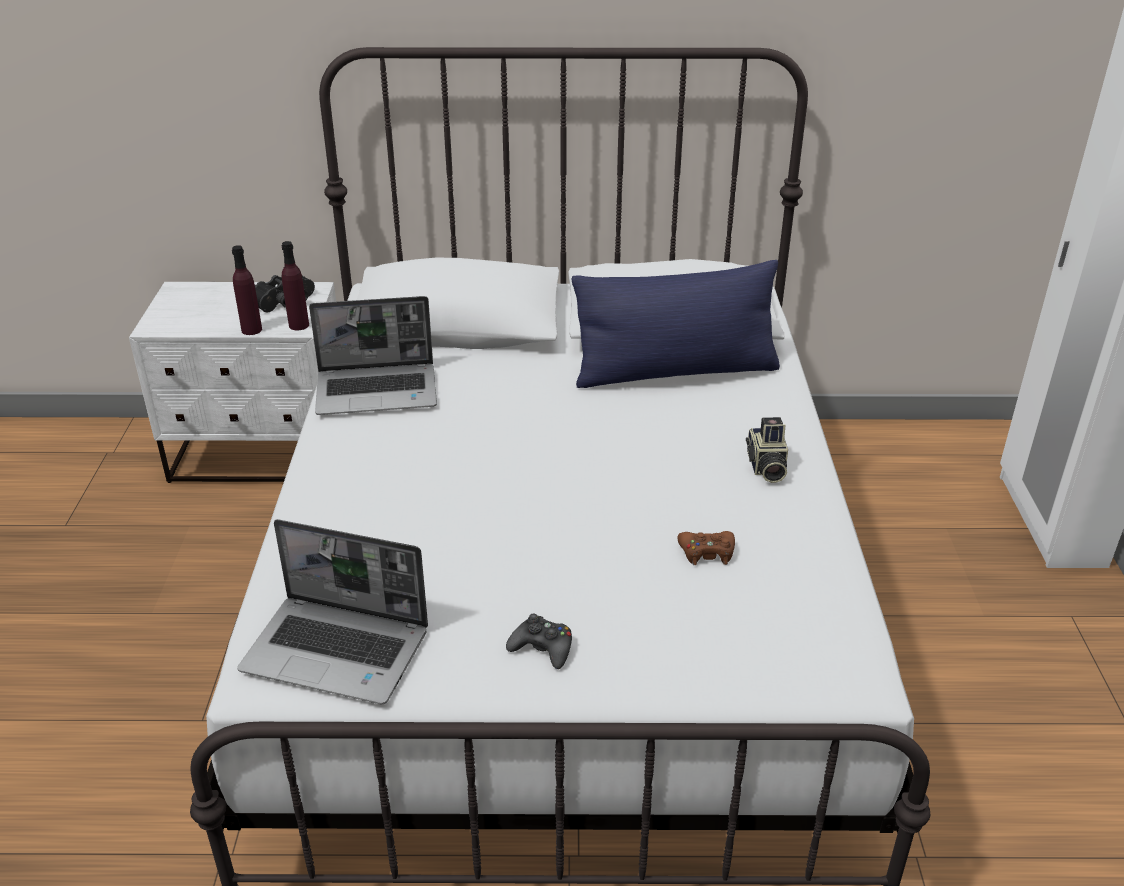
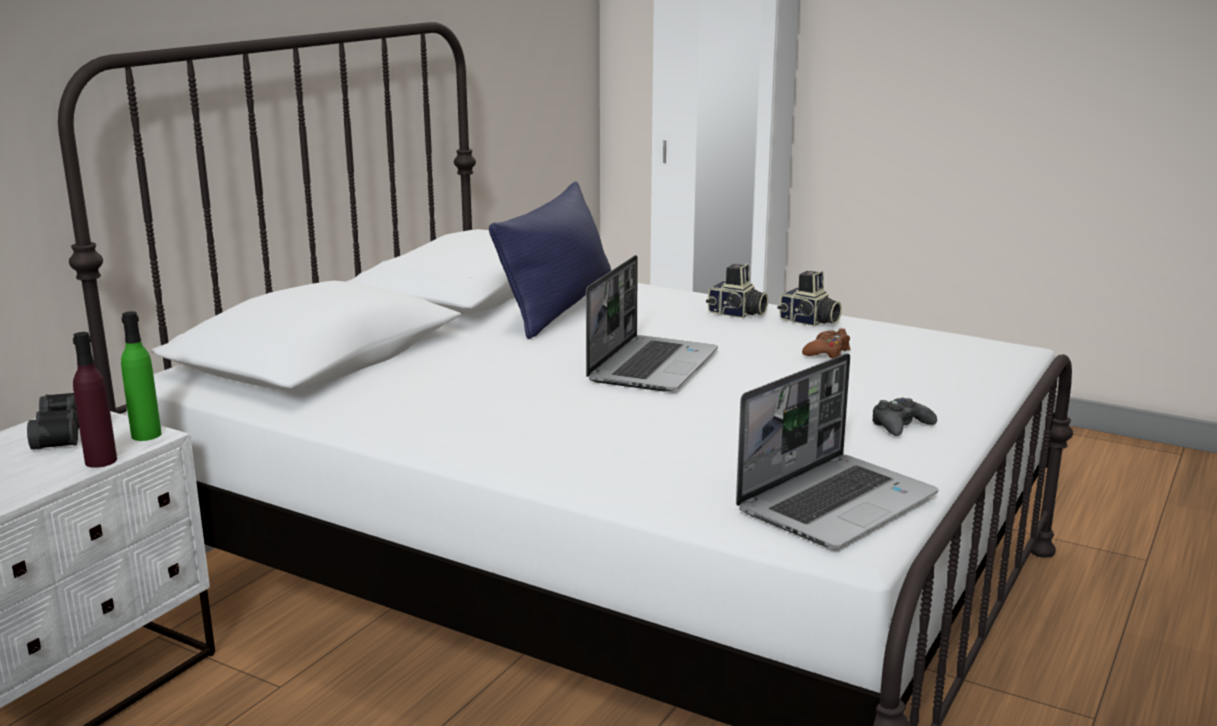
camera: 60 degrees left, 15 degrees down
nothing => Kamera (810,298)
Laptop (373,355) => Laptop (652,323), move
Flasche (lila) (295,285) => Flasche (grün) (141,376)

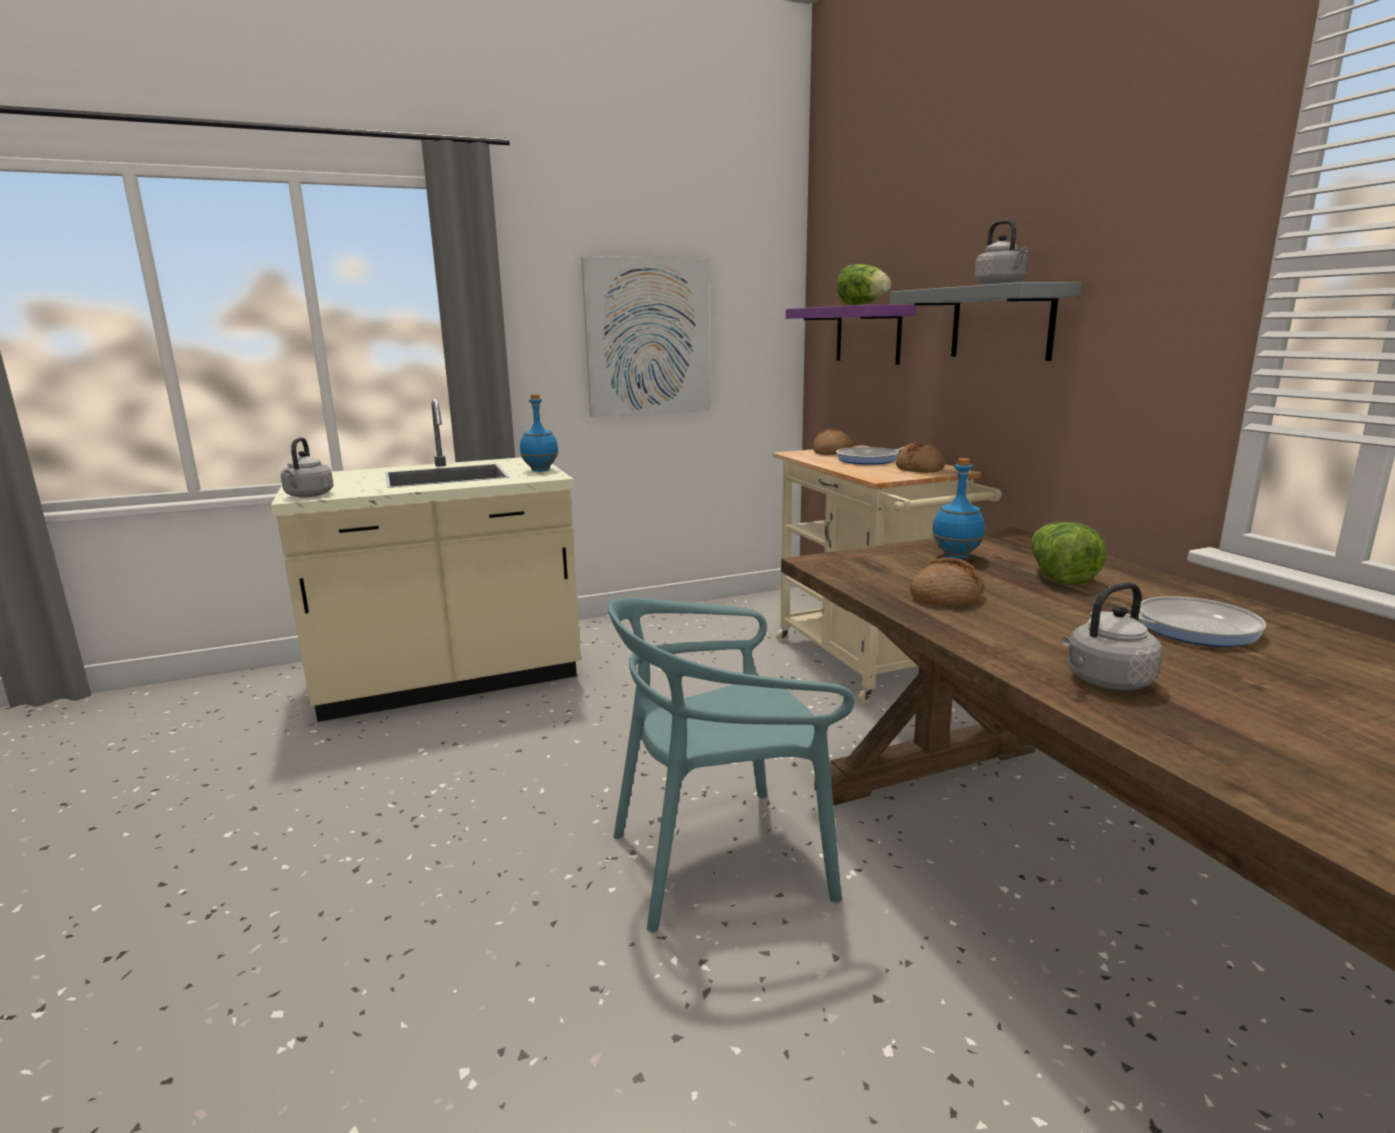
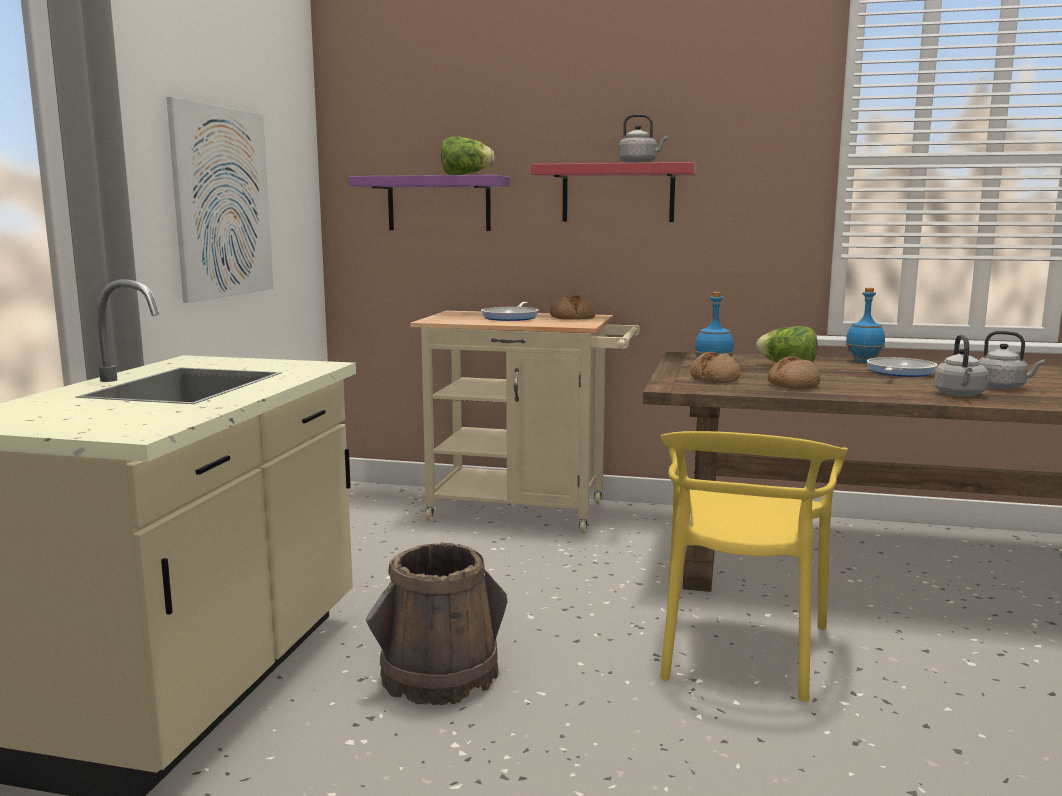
camera: 55 degrees left, 5 degrees down
nothing => Eimer (braun) (437,623)
Wasserkessel (grau) (307,467) => Wasserkessel (grau) (1012,360), move
Flasche (blau) (539,433) => Flasche (blau) (865,325), move
Brot (833,442) => Brot (715,367), move
Stuhl (türkis) (731,765) => Stuhl (gelb) (754,566)
Wandregal (grau) (986,321) => Wandregal (rot) (614,192)

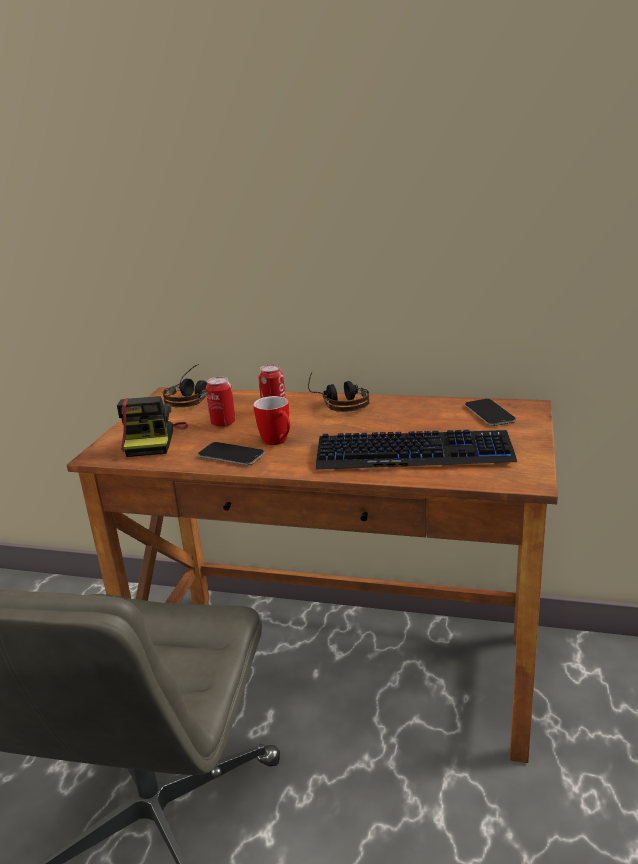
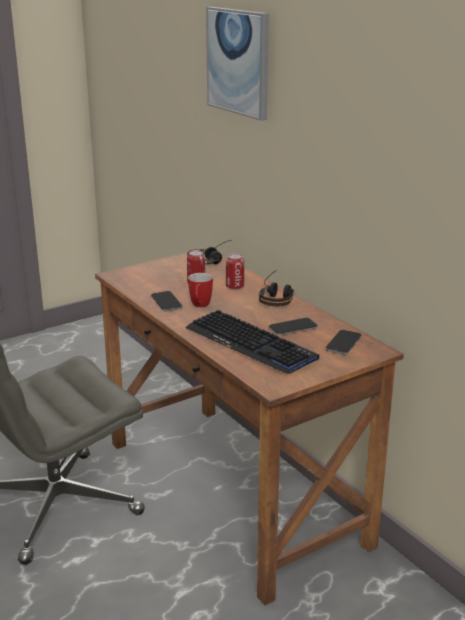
camera: 40 degrees right, 0 degrees up
Kamera (152,426) => nothing
nothing => Bild (237,64)
nothing => Handy (293,326)

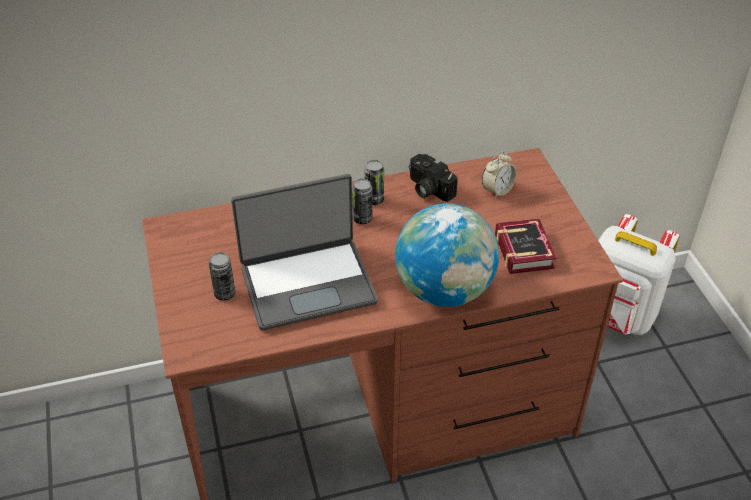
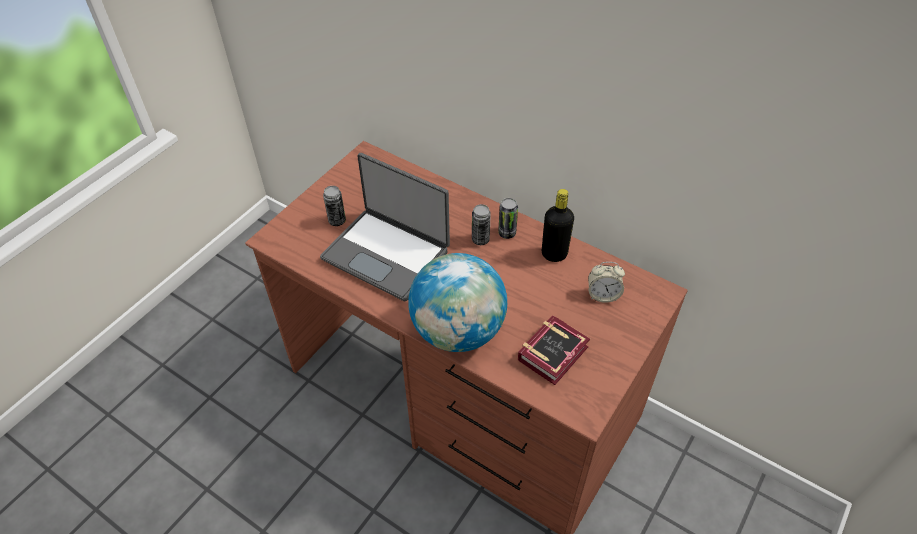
camera: 50 degrees right, 5 degrees up
Rucksack (weiß) (639,274) => nothing
Kamera (433,178) => Flasche (schwarz) (558,225)

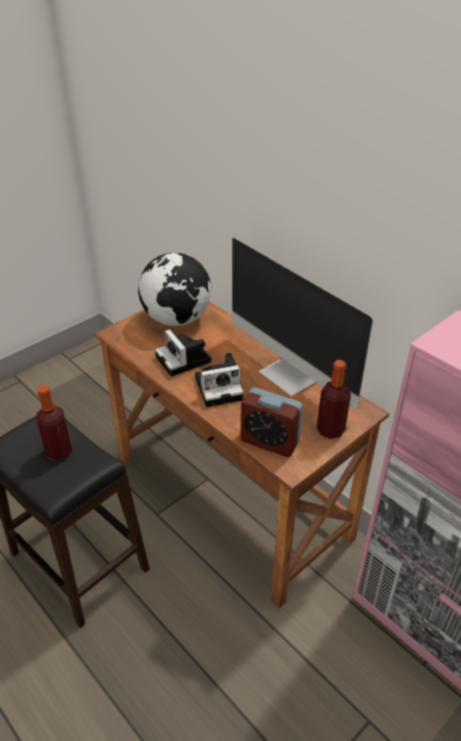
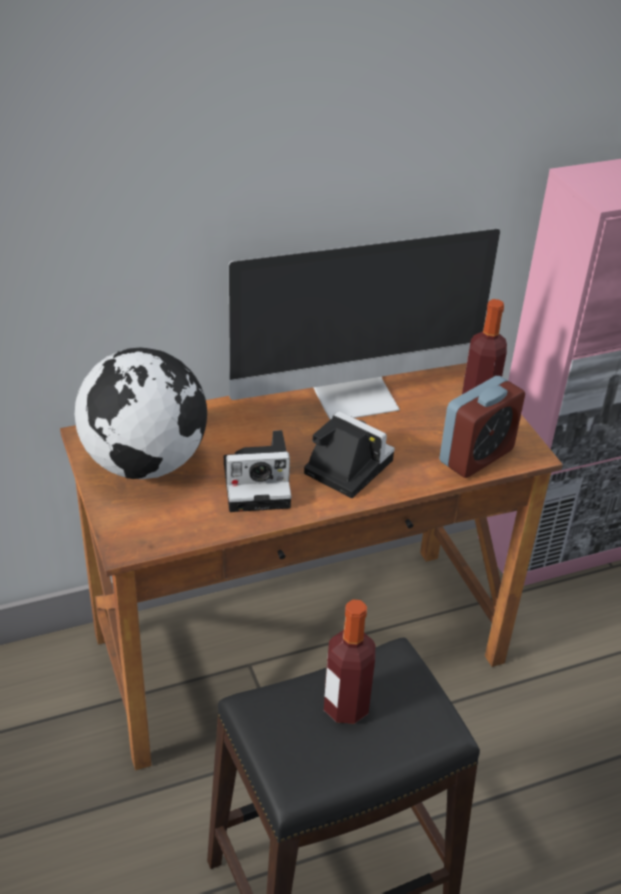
camera: 70 degrees left, 0 degrees up
Kamera (219,380) => Kamera (349,454), 60 degrees counterclockwise

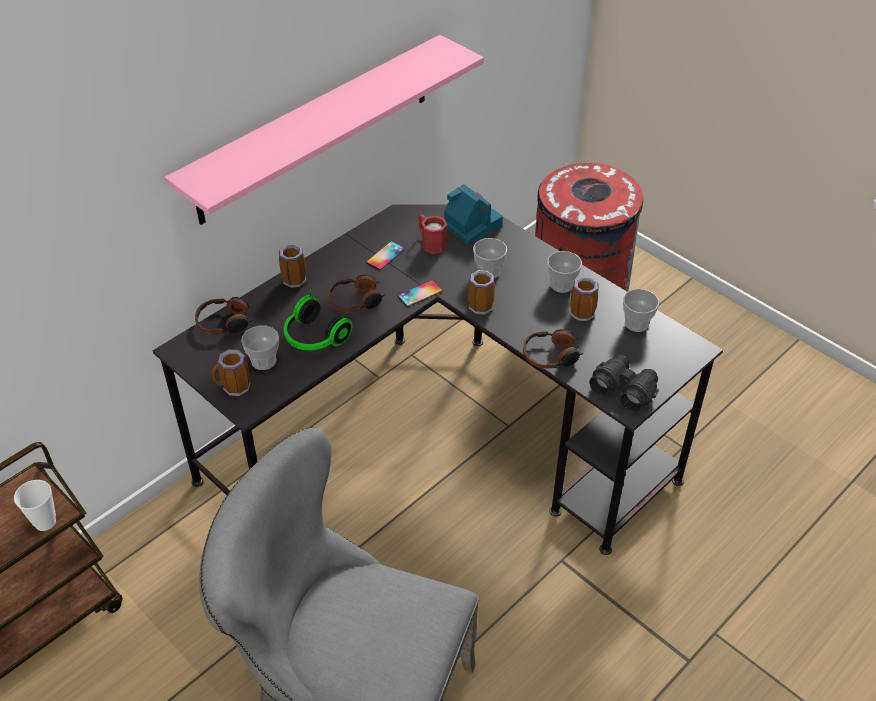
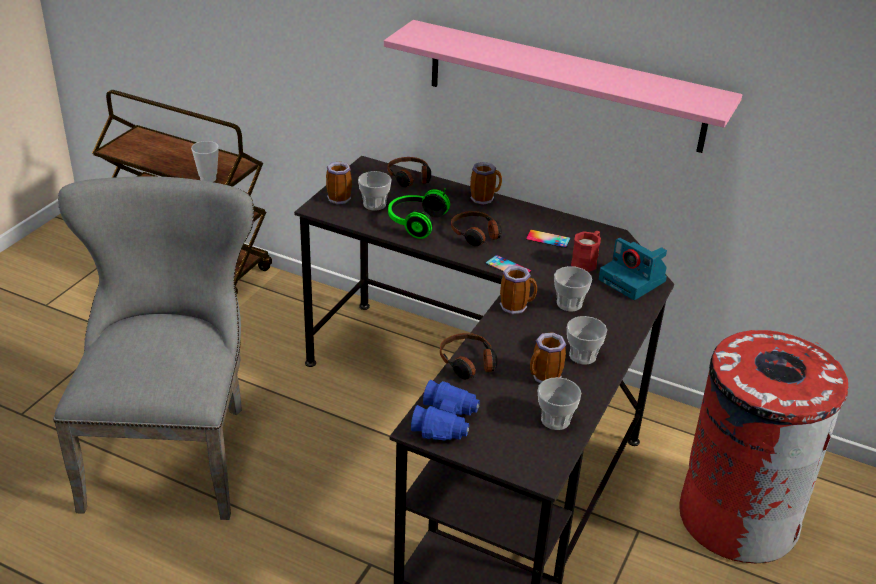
camera: 70 degrees right, 10 degrees down
Fernglas (schwarz) (624,383) => Fernglas (blau) (445,410)
Kamera (473,214) => Kamera (633,269), 105 degrees clockwise

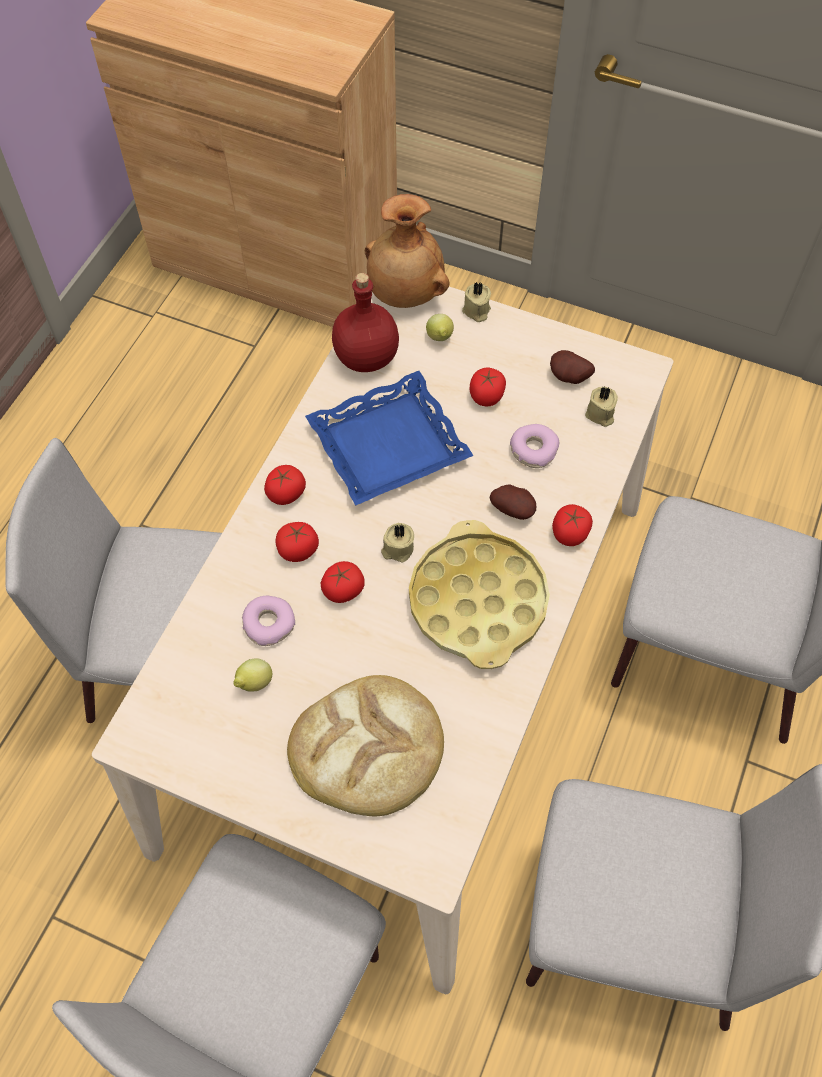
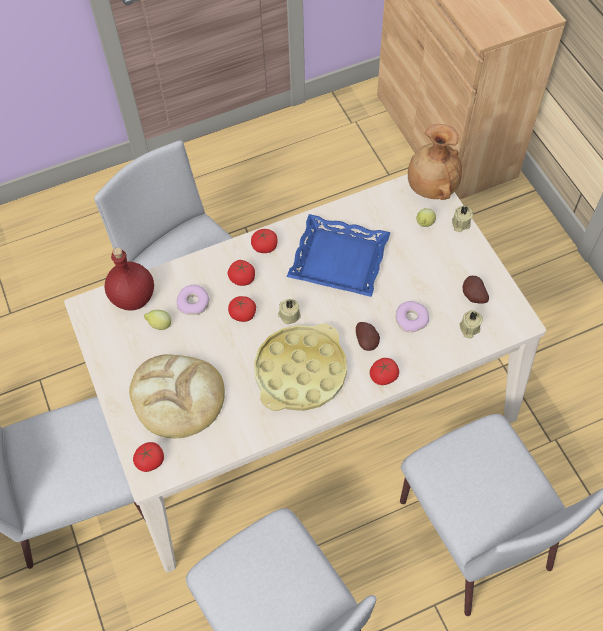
camera: 45 degrees right, 0 degrees up
Flasche (rot) (365,322) => Flasche (rot) (129,279), move
Tomate (488,387) => Tomate (148,457), move

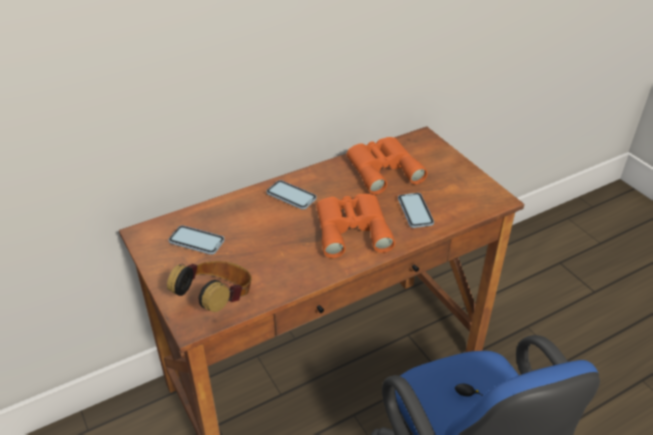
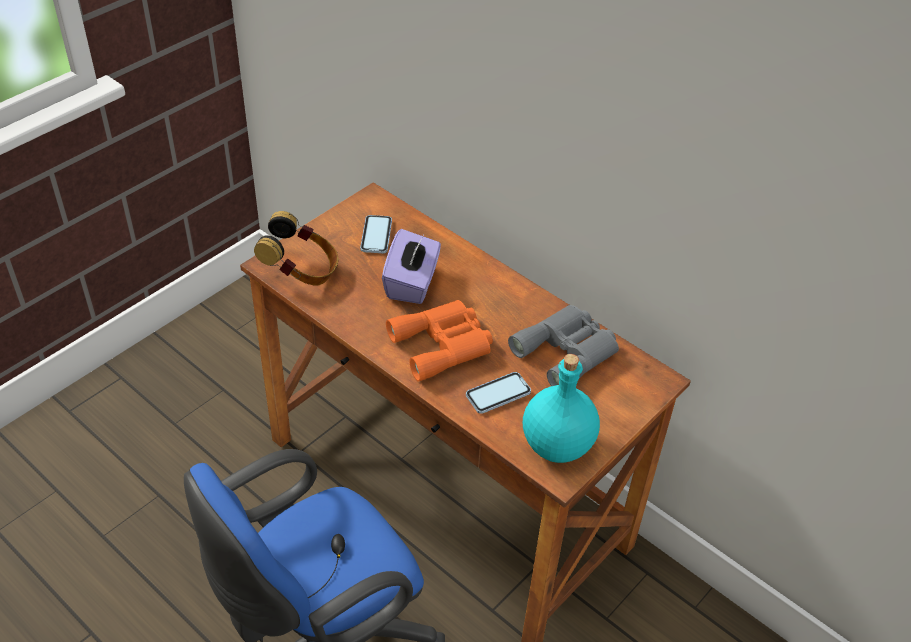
camera: 70 degrees right, 5 degrees up
Handy (291,195) => nothing
nothing => Taschentuchbox (lila) (411,266)
nothing => Flasche (türkis) (561,408)
Fernglas (orange) (387,166) => Fernglas (grau) (563,345)

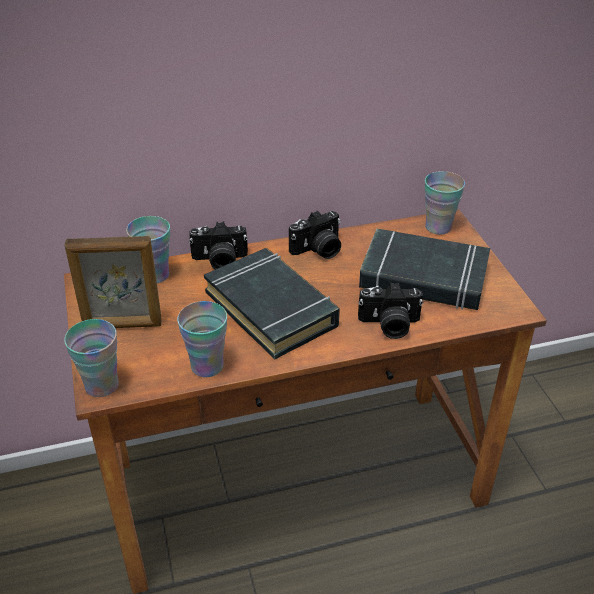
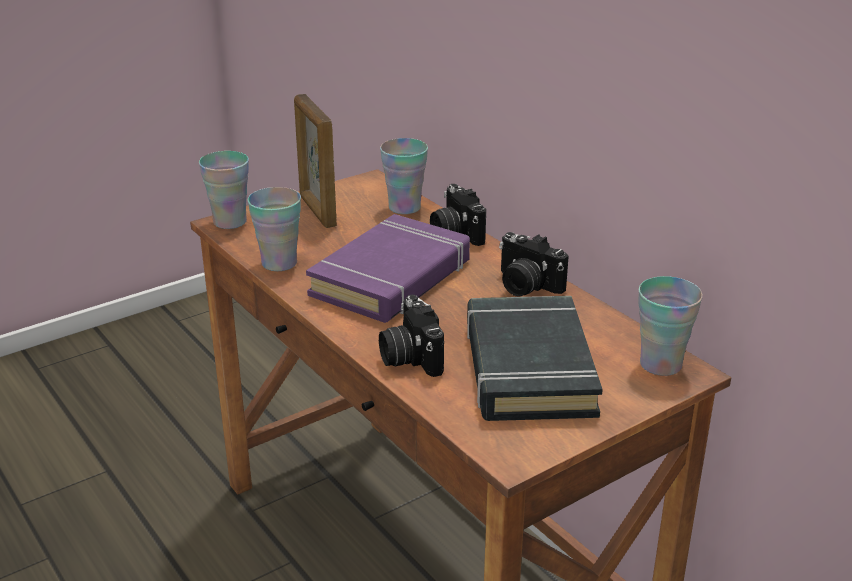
camera: 70 degrees right, 10 degrees down
Buch (schwarz) (272,303) => Buch (lila) (388,268)

